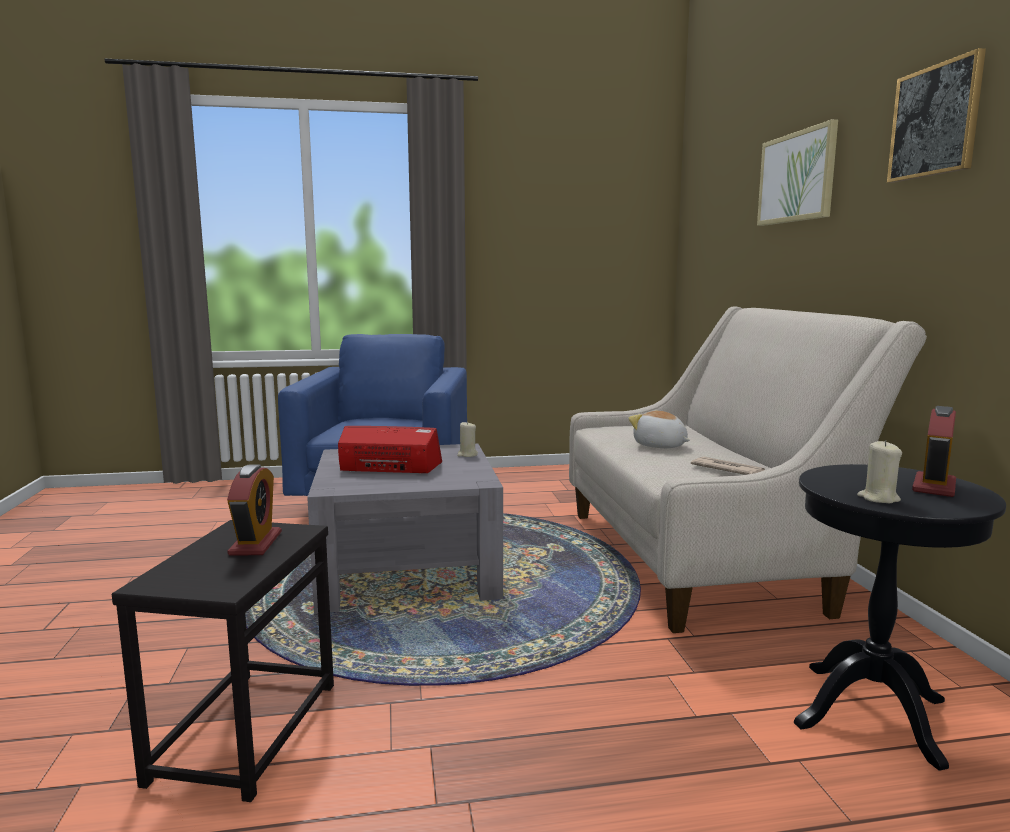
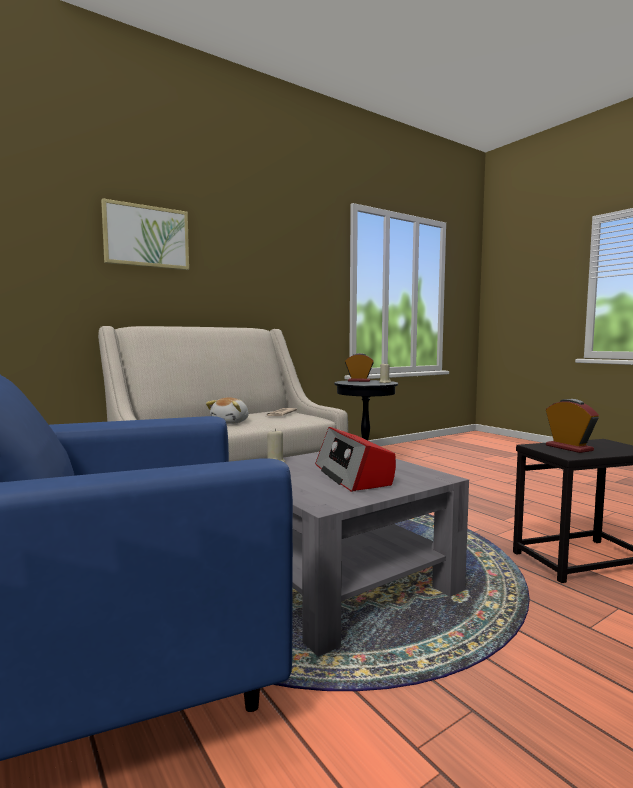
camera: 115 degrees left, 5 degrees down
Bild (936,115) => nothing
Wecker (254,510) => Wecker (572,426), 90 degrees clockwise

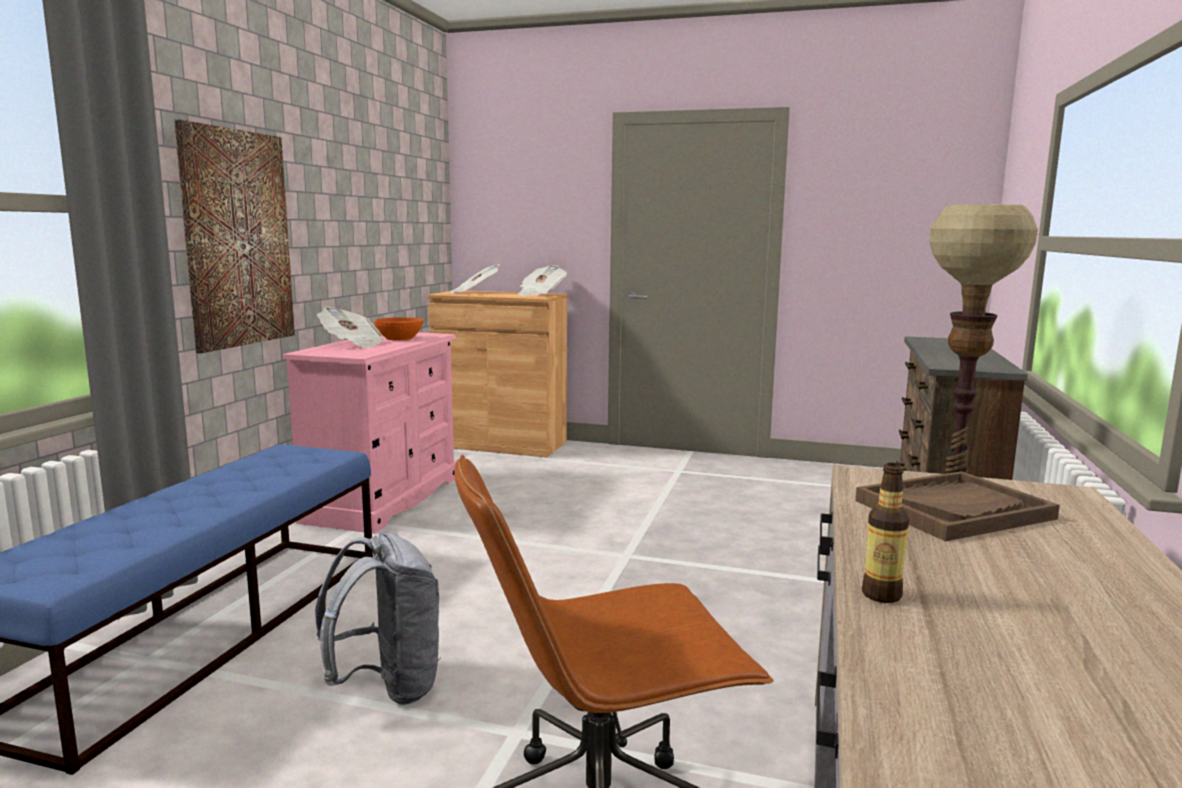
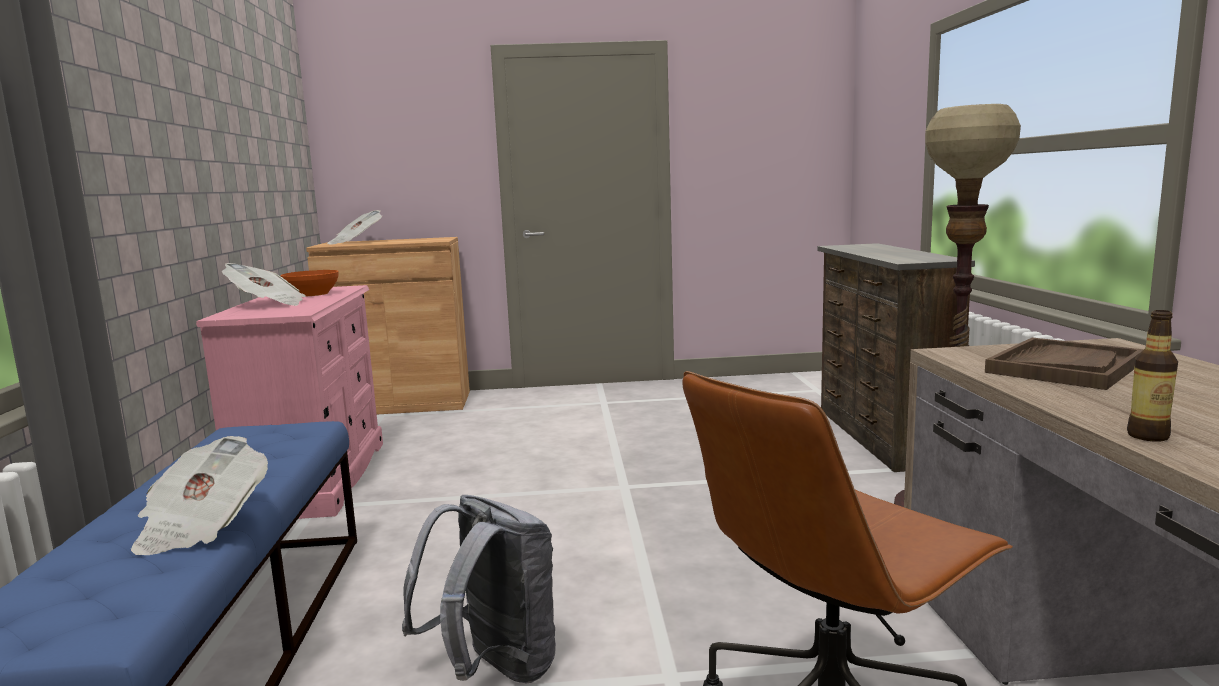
camera: 20 degrees left, 0 degrees up
Bild (235,236) => nothing
Zeitung (542,280) => Zeitung (199,495), move

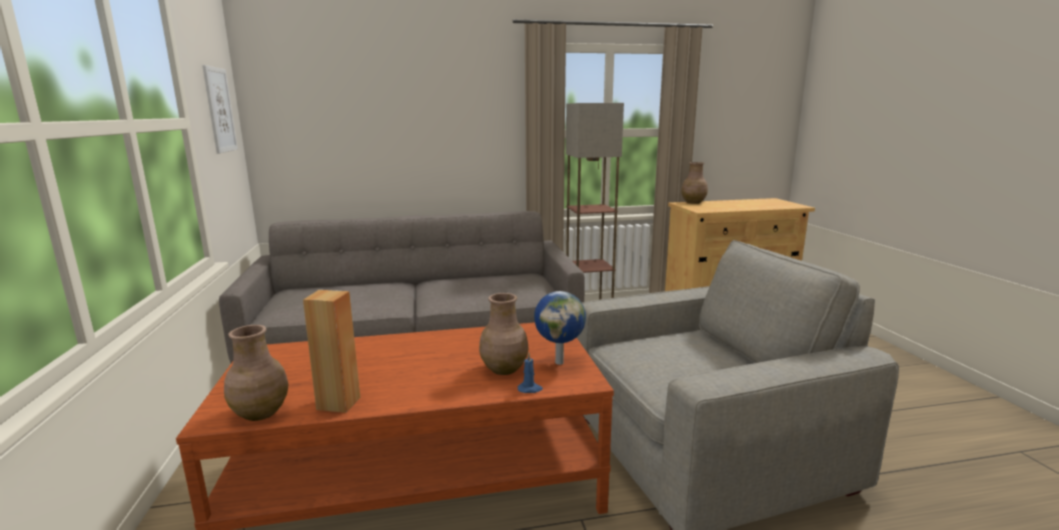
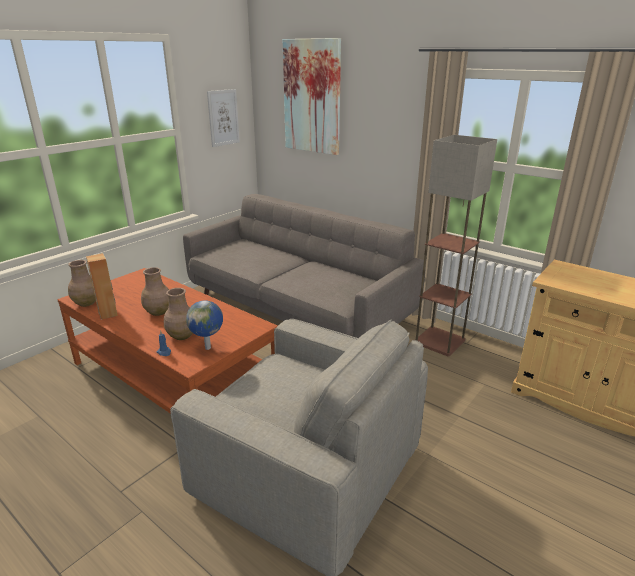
camera: 50 degrees right, 10 degrees up
nothing => Bild (312,96)
Vase (braun) (694,183) => Vase (braun) (155,291), move

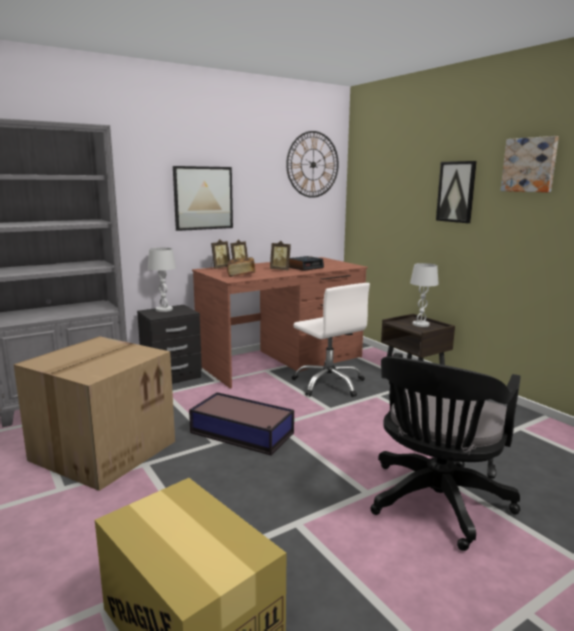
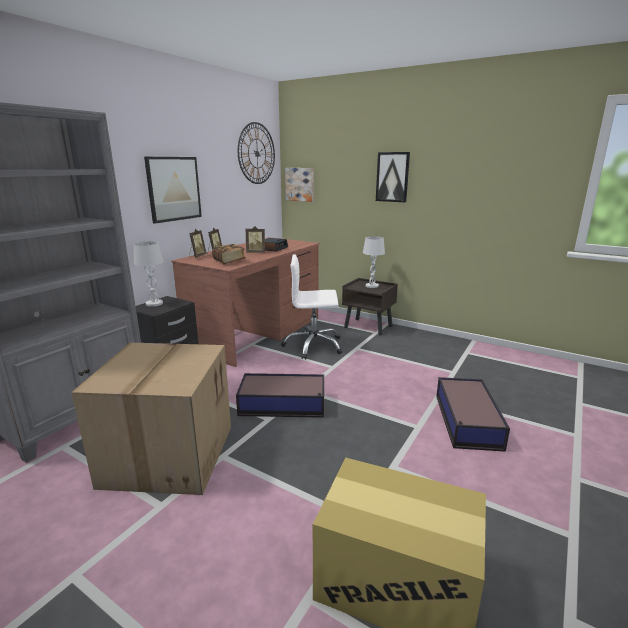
camera: 25 degrees left, 5 degrees up
Bild (530,164) => Bild (299,185), move
Bürostuhl (schwarz) (446,452) => Aufbewahrungsbox (473,414)
Bürostuhl (weiß) (331,340) => Bürostuhl (weiß) (312,306), 150 degrees clockwise

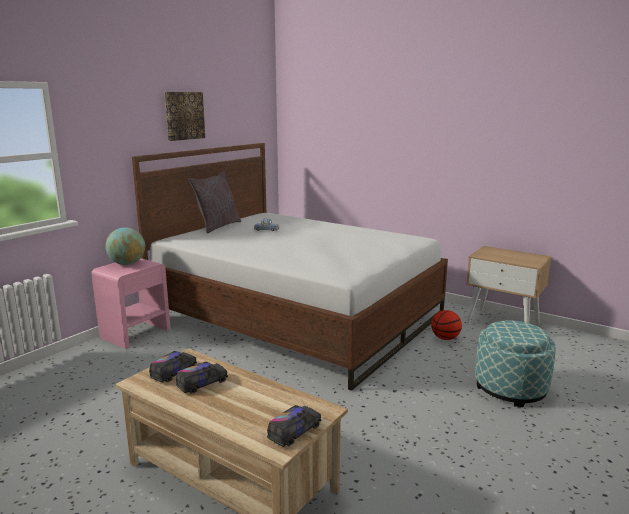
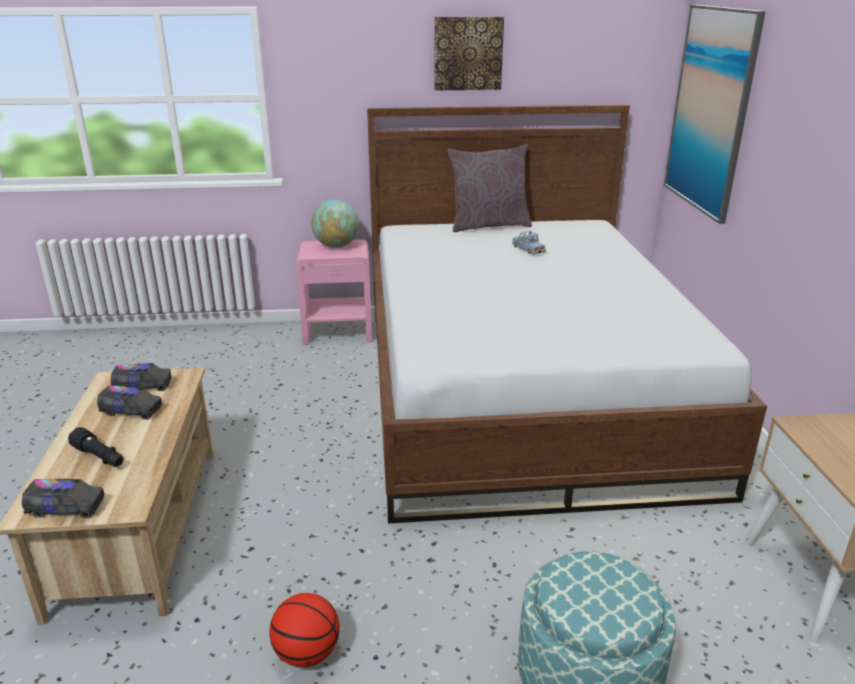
camera: 50 degrees right, 10 degrees up
nothing => Taschenlampe (schwarz) (95,446)
nothing => Bild (715,114)
Basketball (446,325) => Basketball (304,630), move

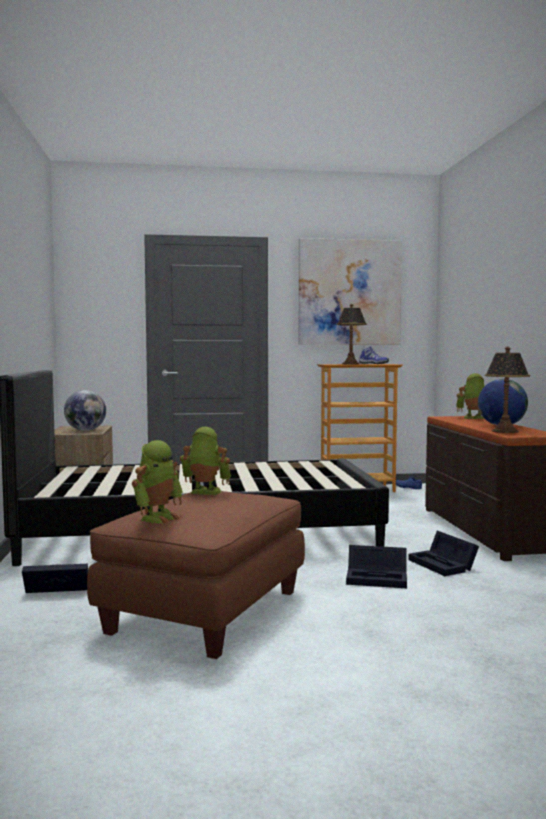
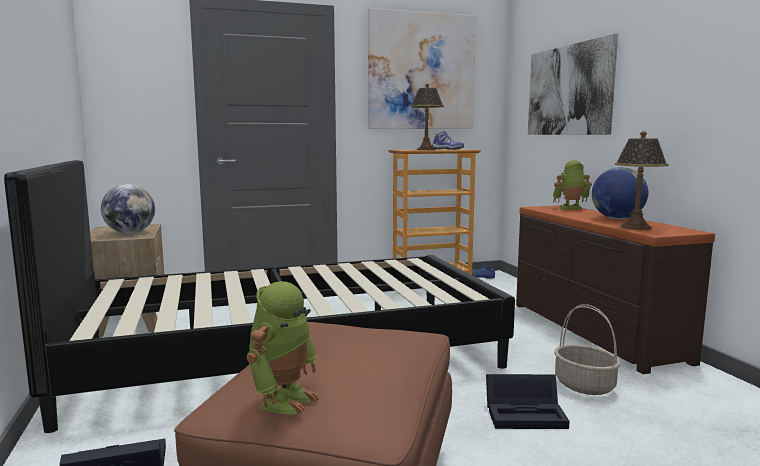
camera: 10 degrees left, 5 degrees up
Spielzeugroboter (205,461) => nothing
nothing => Bild (573,84)
Aufbewahrungsbox (schwarz) (443,553) => Korb (587,349)

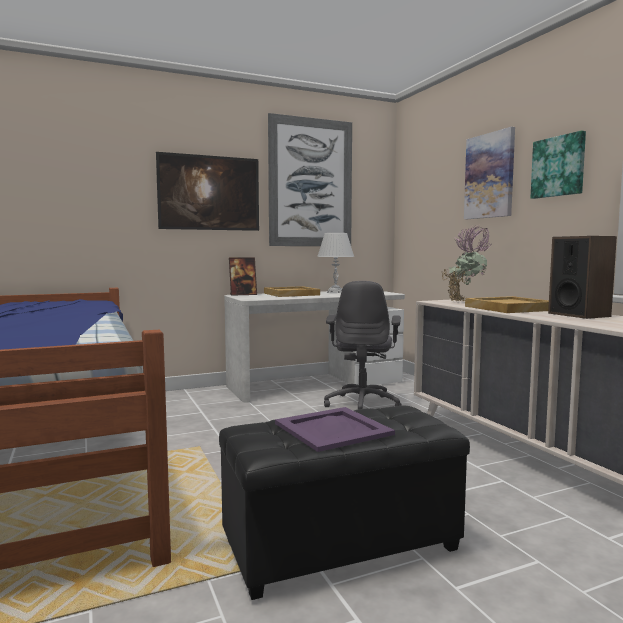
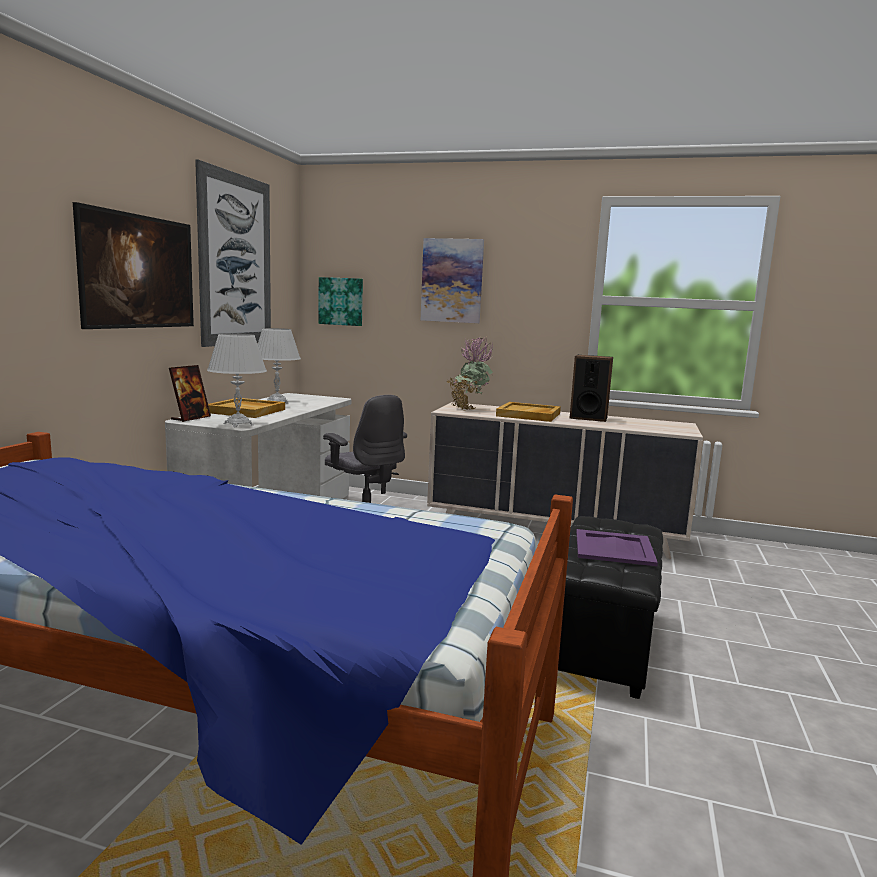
camera: 50 degrees left, 5 degrees up
nothing => Tischlampe (weiß) (237,380)
Bild (558,164) => Bild (340,301), move

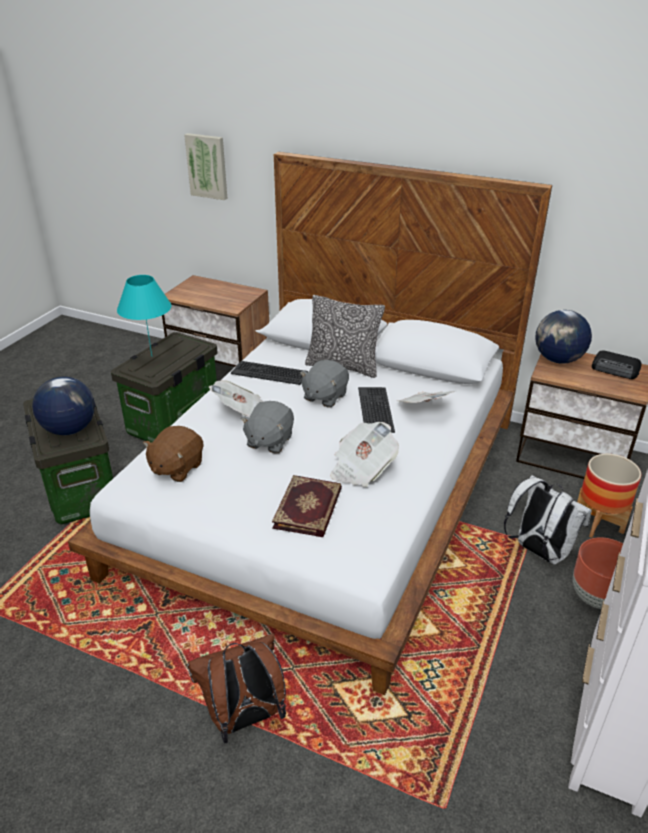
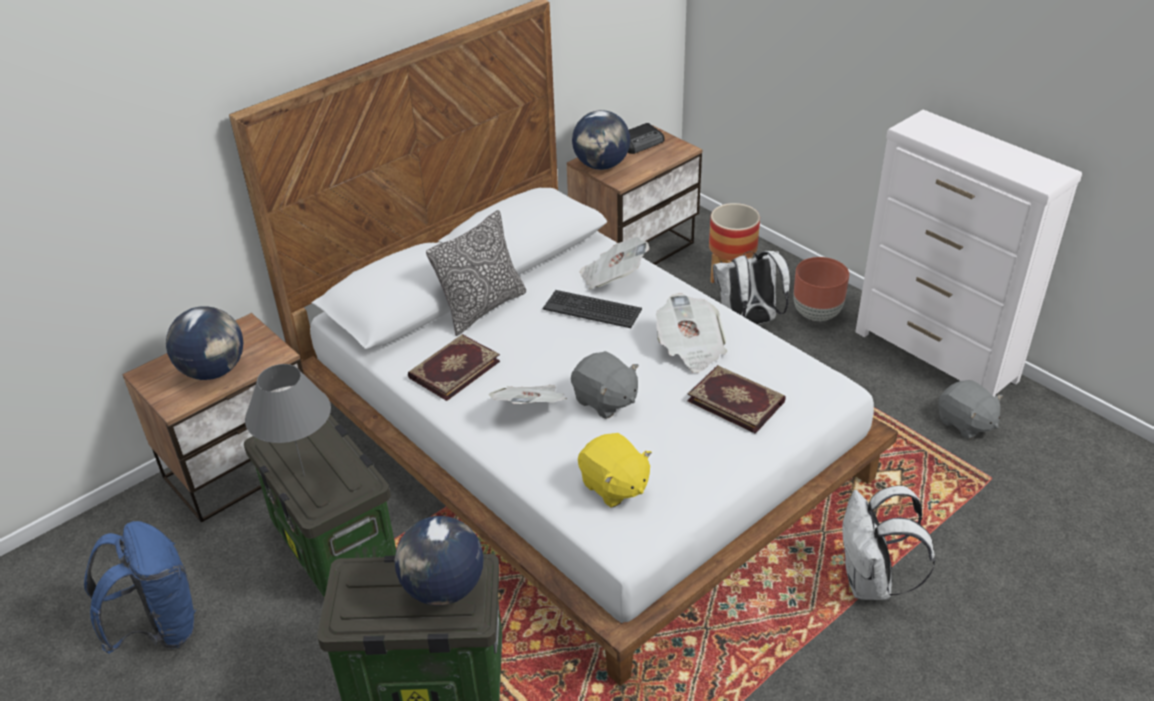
camera: 65 degrees left, 5 degrees up
Bild (205,166) => nothing
nothing => Rucksack (blau) (140,587)
nothing => Globus (204,343)
Plüschtier (grau) (324,384) => Plüschtier (grau) (970,409), move
Tastatur (269,373) => Buch (454,367)
Tischlampe (türkis) (144,315) => Tischlampe (grau) (288,420)
Plüschtier (braun) (173,454) => Plüschtier (gelb) (615,470)
Rucksack (braun) (236,688) => Rucksack (weiß) (888,542)

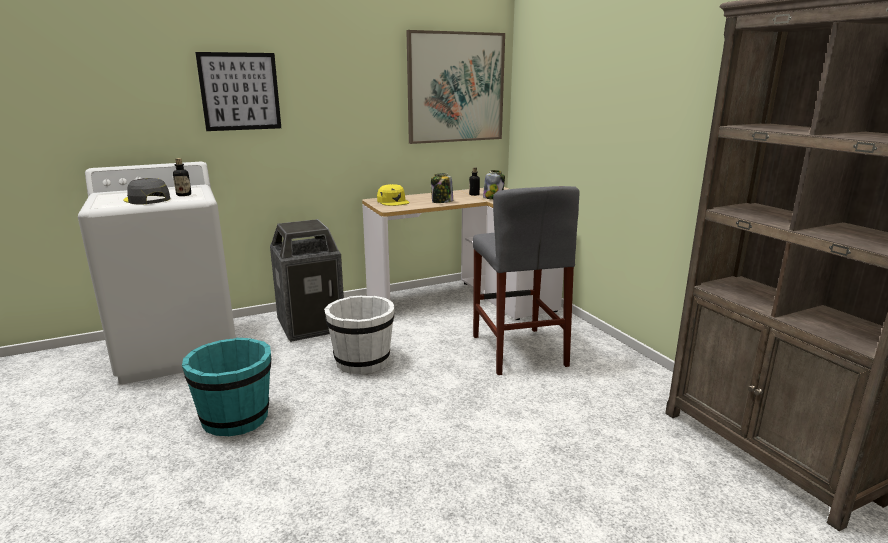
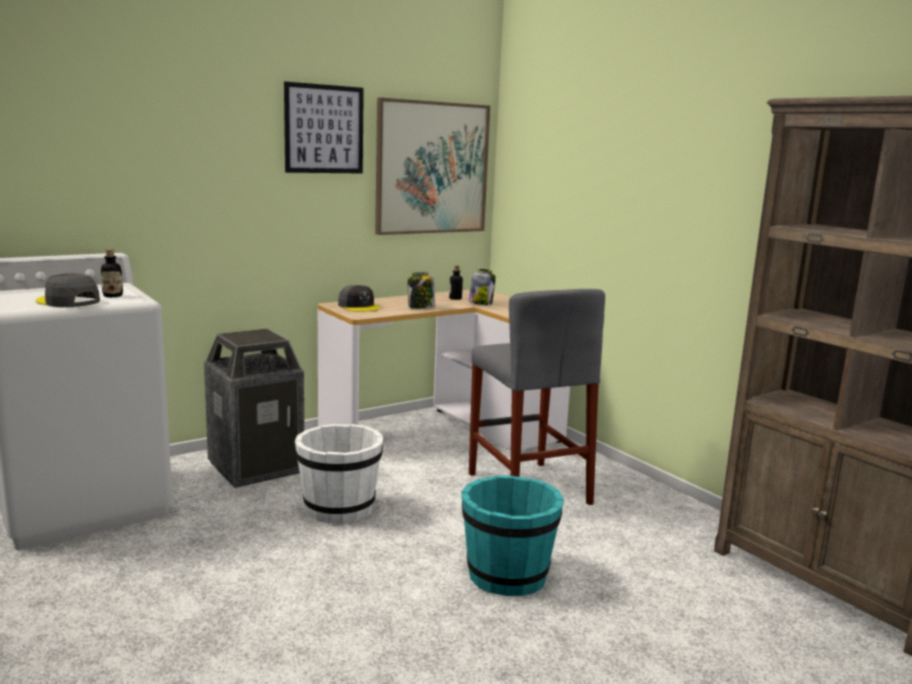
camera: 10 degrees left, 5 degrees down
Eimer (türkis) (226,387) => Eimer (türkis) (512,535), move
Bild (238,91) => Bild (324,128), move
Kappe (gelb) (393,195) => Kappe (grau) (359,298)

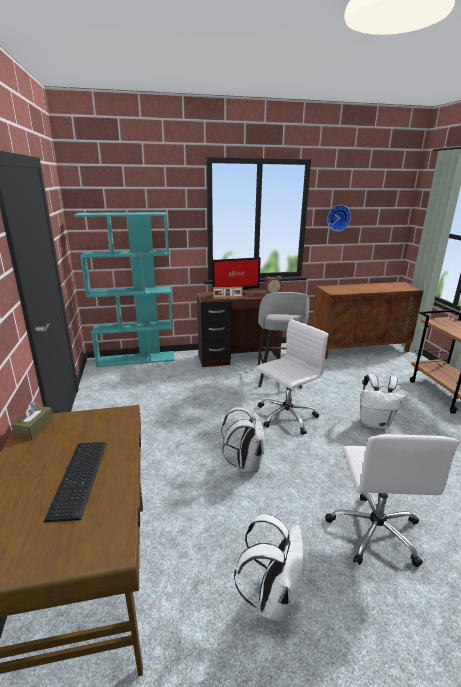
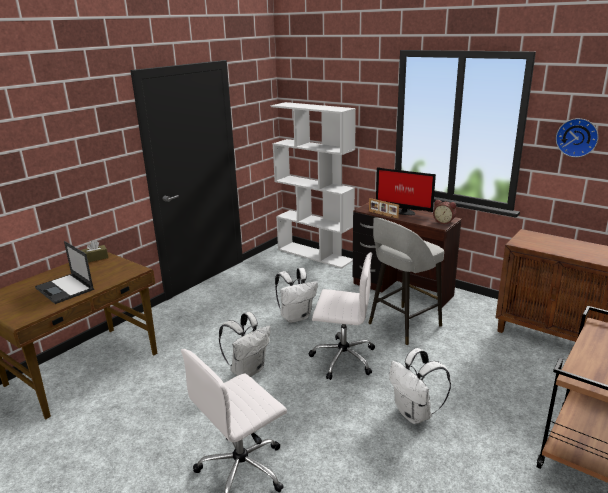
camera: 50 degrees right, 0 degrees up
Rucksack (weiß) (269,568) => Rucksack (weiß) (296,295), move
Tastatur (75,482) => Laptop (64,272)
Bücherregal (türkis) (124,289) => Bücherregal (weiß) (313,185)

